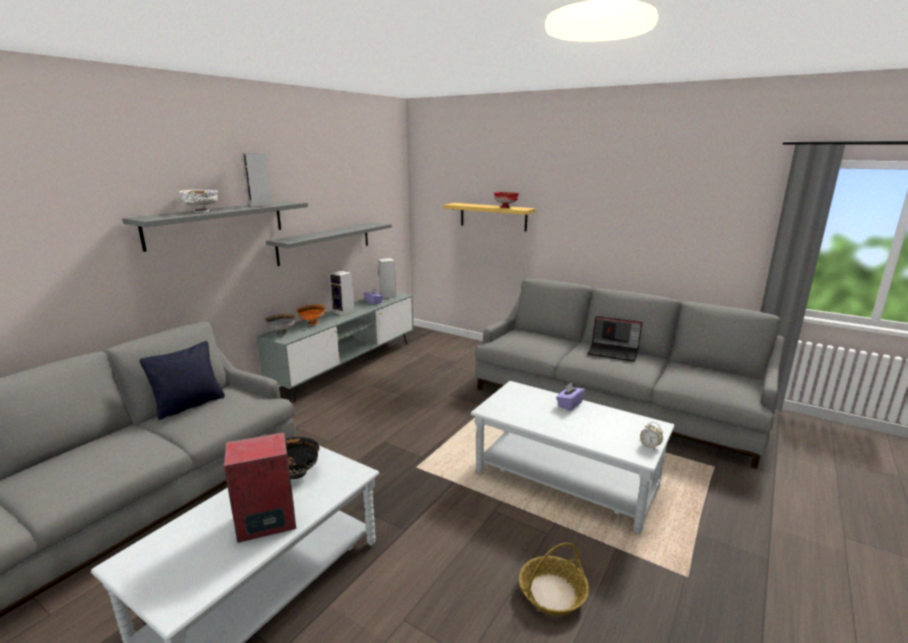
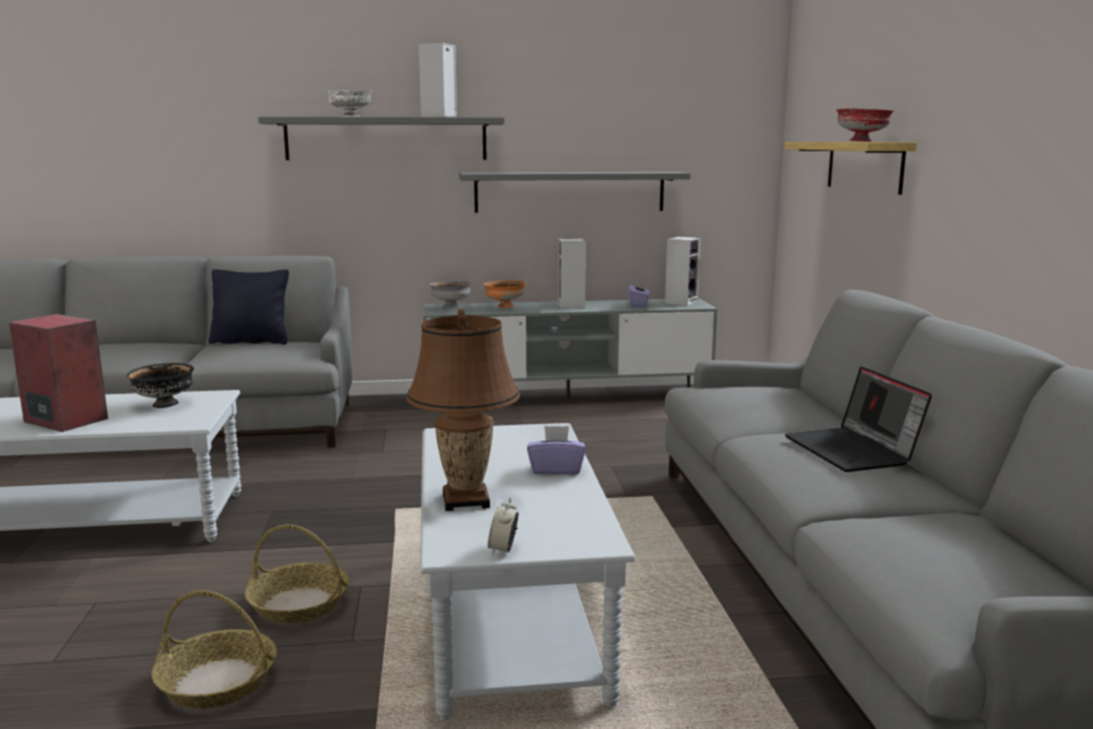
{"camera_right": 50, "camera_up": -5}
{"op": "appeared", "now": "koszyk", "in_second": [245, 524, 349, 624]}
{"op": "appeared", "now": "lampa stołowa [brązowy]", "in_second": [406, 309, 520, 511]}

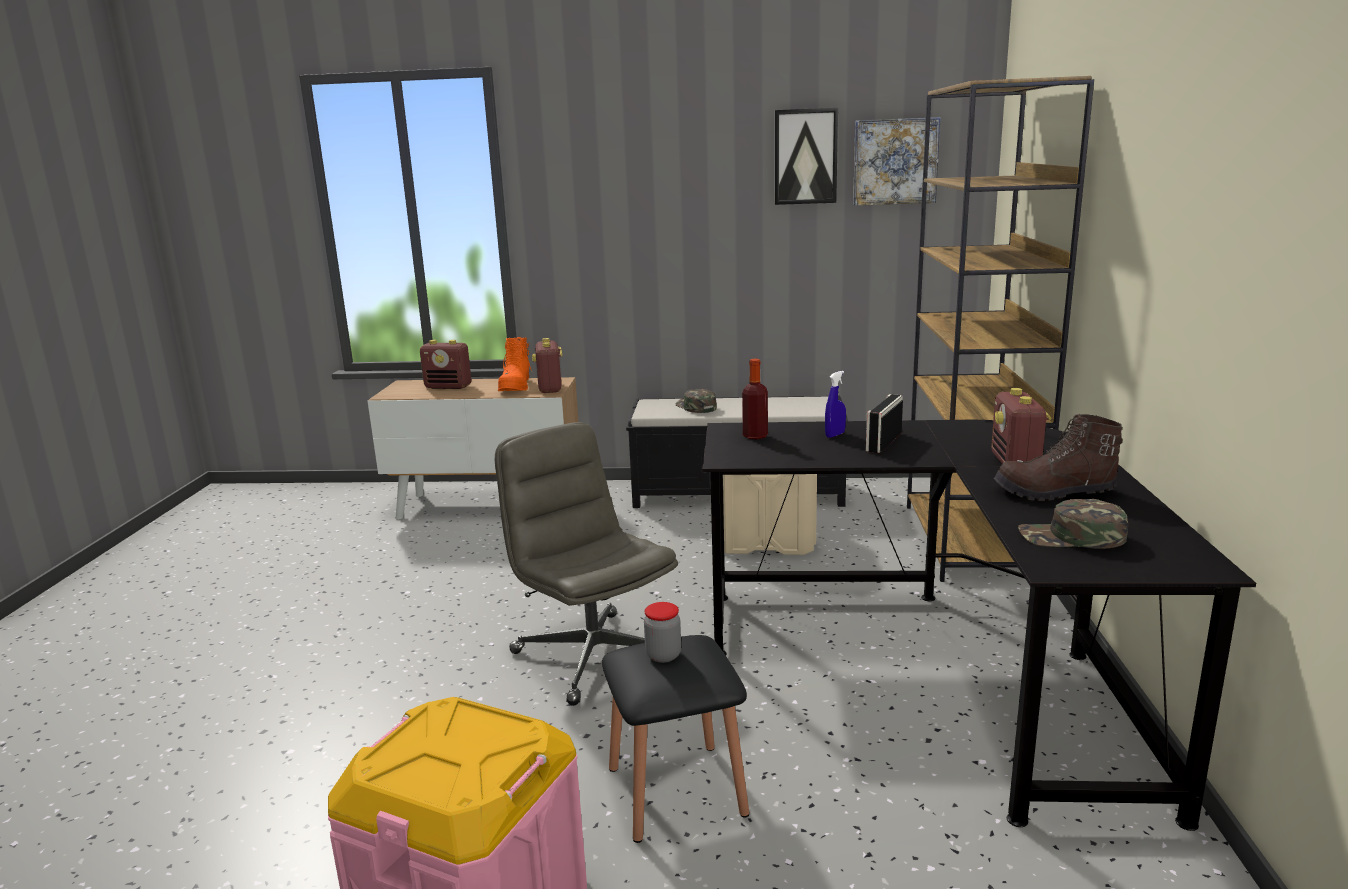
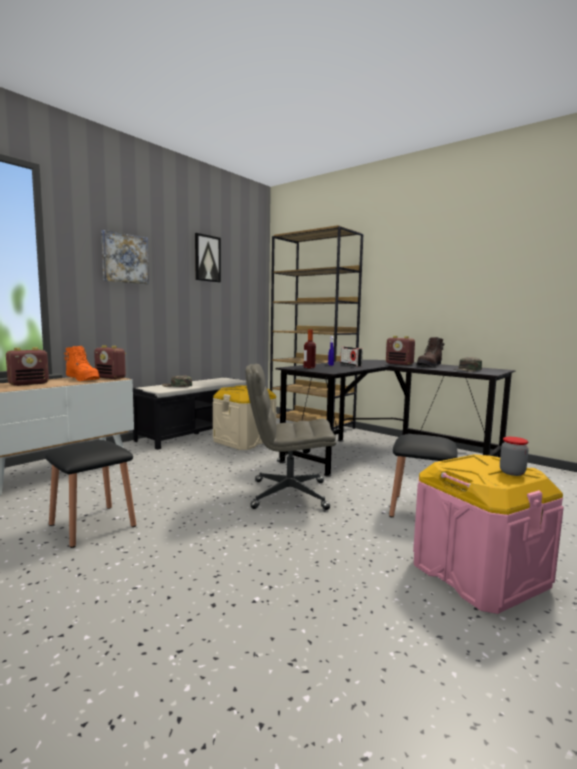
{"camera_right": -55, "camera_up": -10}
{"op": "relocated", "was": "słoik", "in_first": [644, 602, 681, 663], "in_second": [500, 437, 529, 476]}
{"op": "relocated", "was": "obraz", "in_first": [853, 117, 941, 205], "in_second": [101, 230, 149, 285]}
{"op": "appeared", "now": "stołek [czarny]", "in_second": [45, 440, 136, 548]}

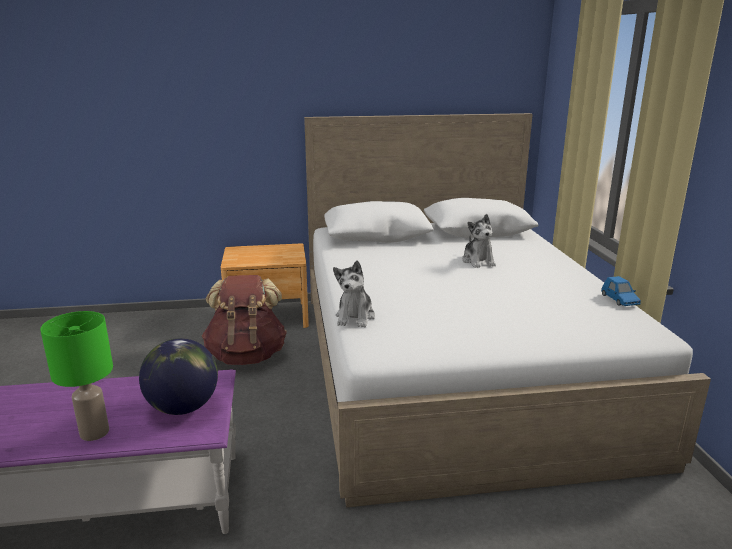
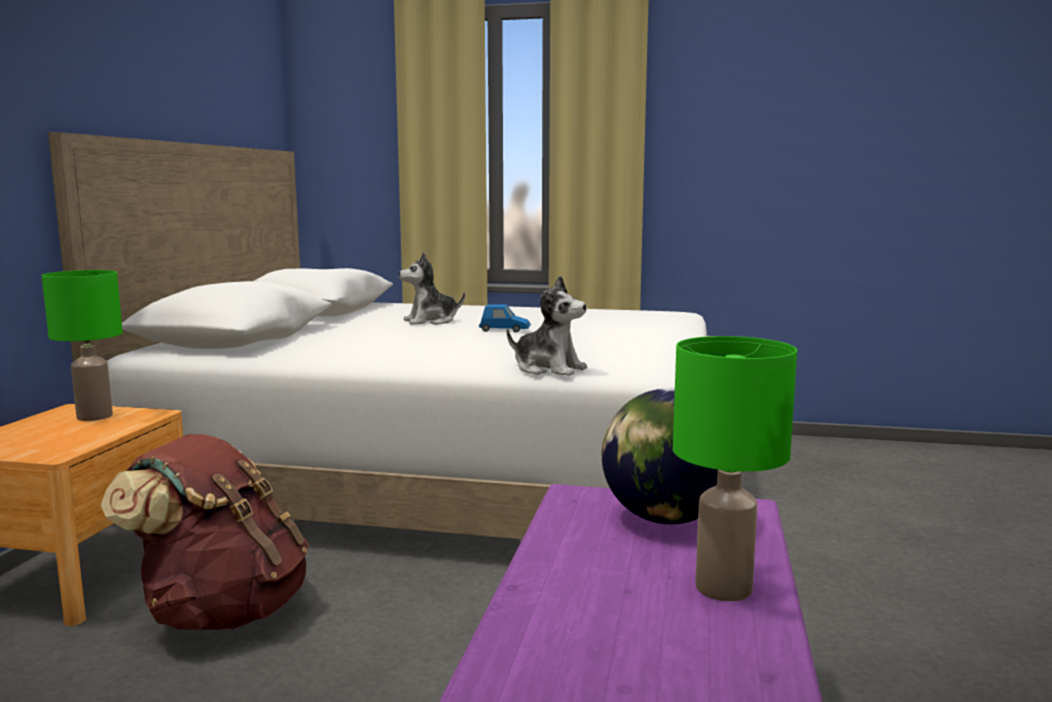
{"camera_right": -70, "camera_up": -10}
{"op": "spun", "was": "pluszak", "in_first": [462, 214, 496, 268], "in_second": [399, 252, 465, 325], "clockwise": 150}
{"op": "relocated", "was": "samochodzik [niebieski]", "in_first": [601, 276, 641, 306], "in_second": [479, 304, 531, 332]}
{"op": "appeared", "now": "lampa stołowa [zielony]", "in_second": [42, 270, 123, 421]}

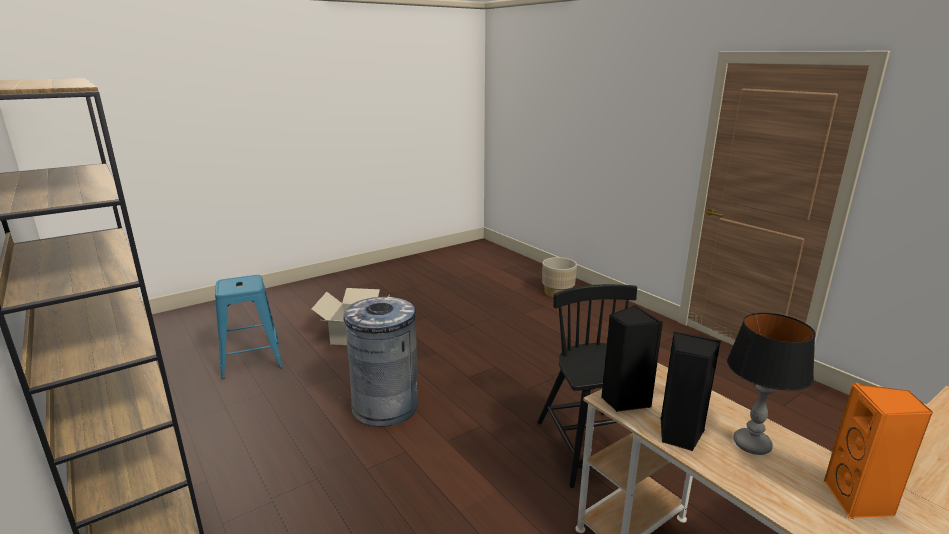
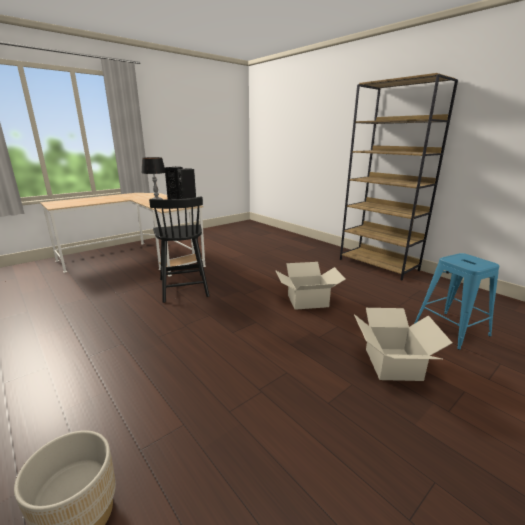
{"camera_right": 175, "camera_up": 0}
{"op": "exchanged", "was": "kosz na śmieci [szary]", "now": "karton", "in_first": [344, 297, 418, 427], "in_second": [275, 262, 346, 310]}
{"op": "missing", "was": "głośnik [pomarańczowy]", "in_first": [824, 383, 933, 519]}

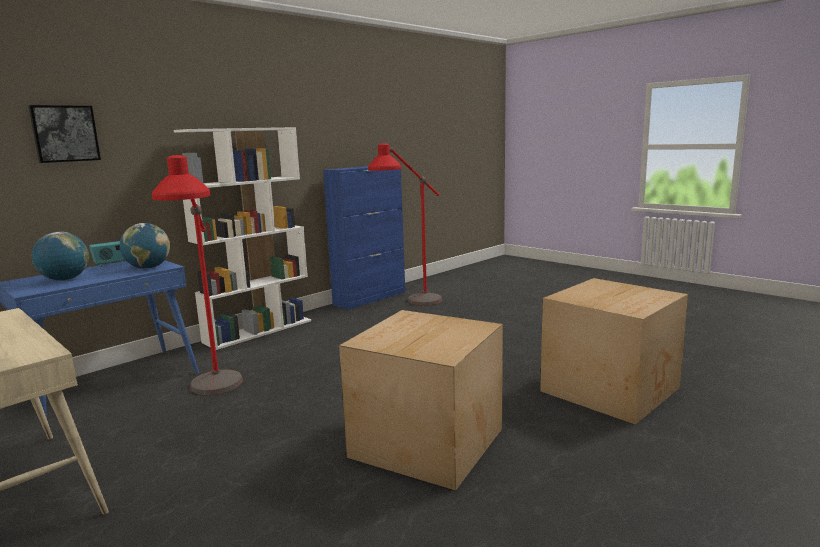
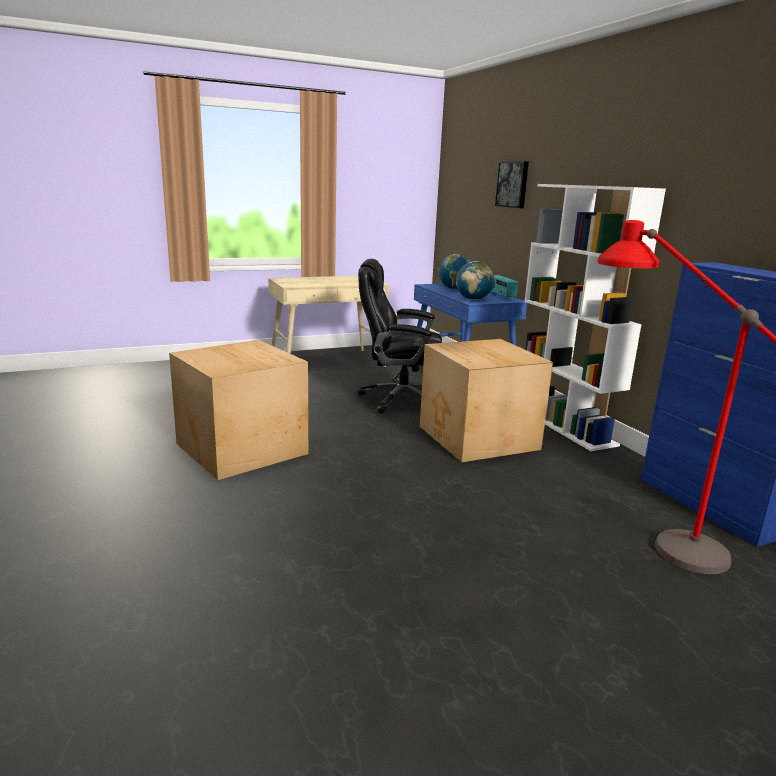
{"camera_right": 110, "camera_up": 5}
{"op": "exchanged", "was": "lampa stojąca [czerwony]", "now": "krzesło biurowe [czarny]", "in_first": [152, 155, 243, 395], "in_second": [358, 259, 442, 413]}
{"op": "relocated", "was": "karton", "in_first": [540, 278, 688, 425], "in_second": [420, 339, 553, 462]}

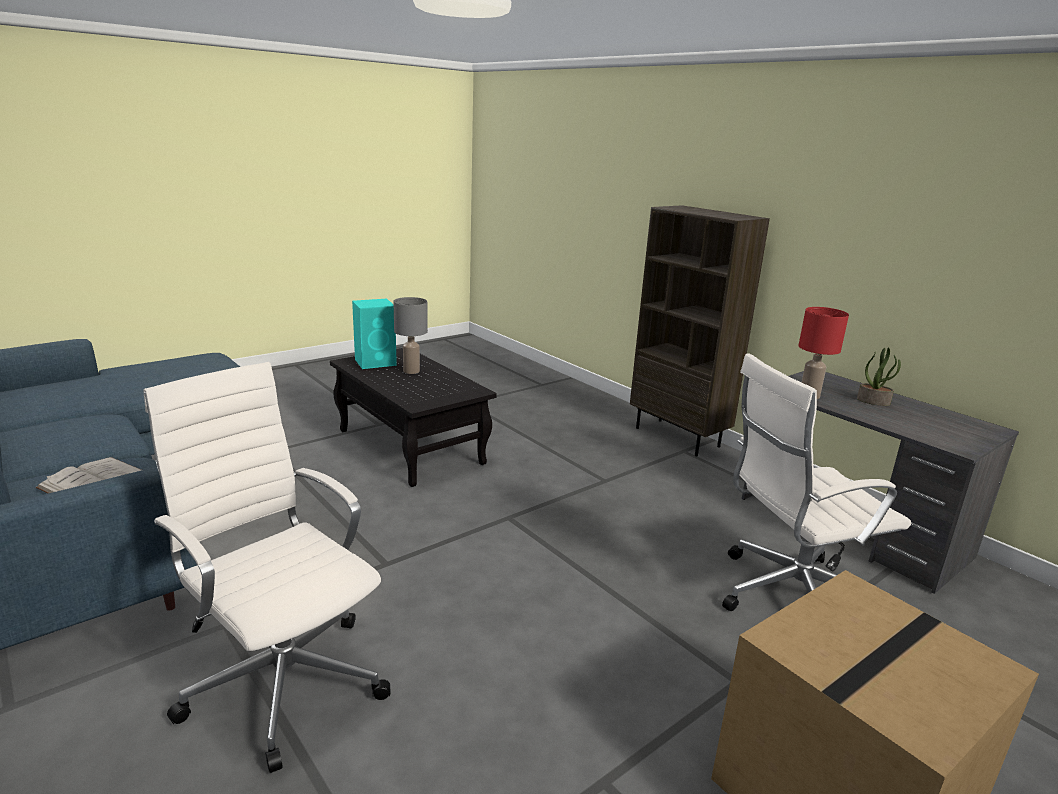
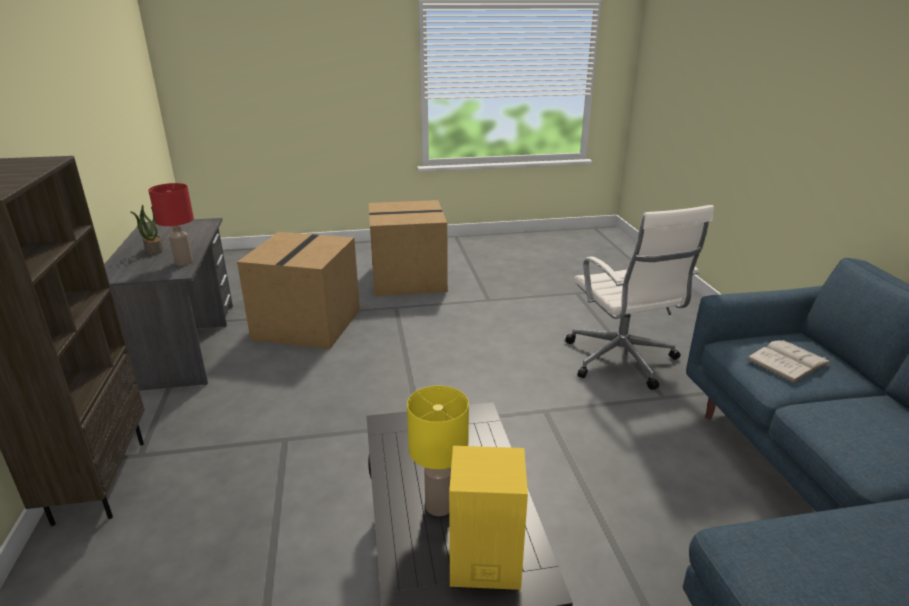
{"camera_right": -150, "camera_up": 5}
{"op": "colour", "was": "głośnik [turkusowy]", "now": "głośnik [żółty]", "in_first": [352, 299, 397, 369], "in_second": [449, 446, 528, 590]}
{"op": "colour", "was": "lampa stołowa [szary]", "now": "lampa stołowa [żółty]", "in_first": [393, 297, 428, 374], "in_second": [407, 386, 469, 516]}
{"op": "exchanged", "was": "krzesło biurowe [biały]", "now": "karton", "in_first": [722, 353, 911, 611], "in_second": [237, 232, 360, 349]}

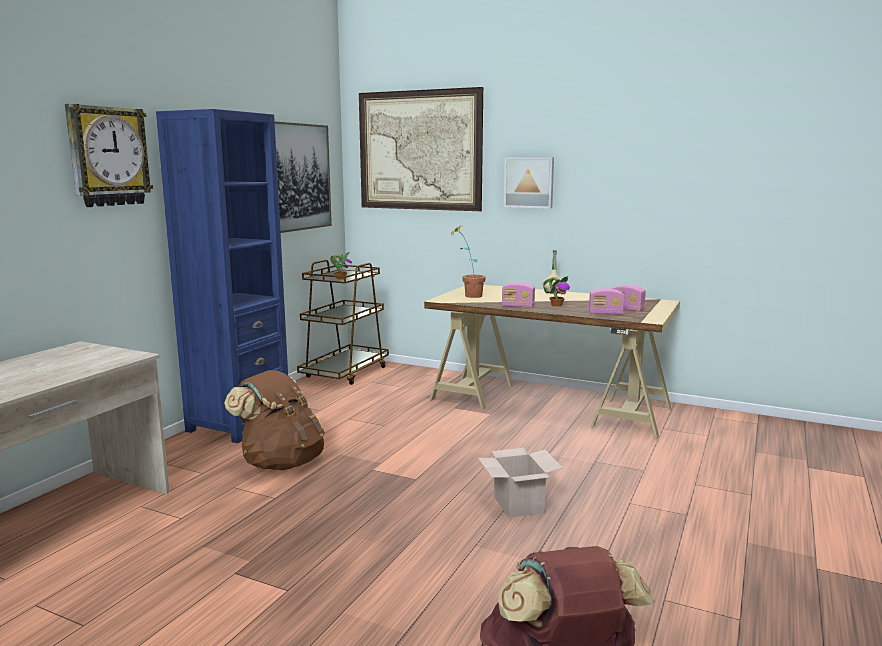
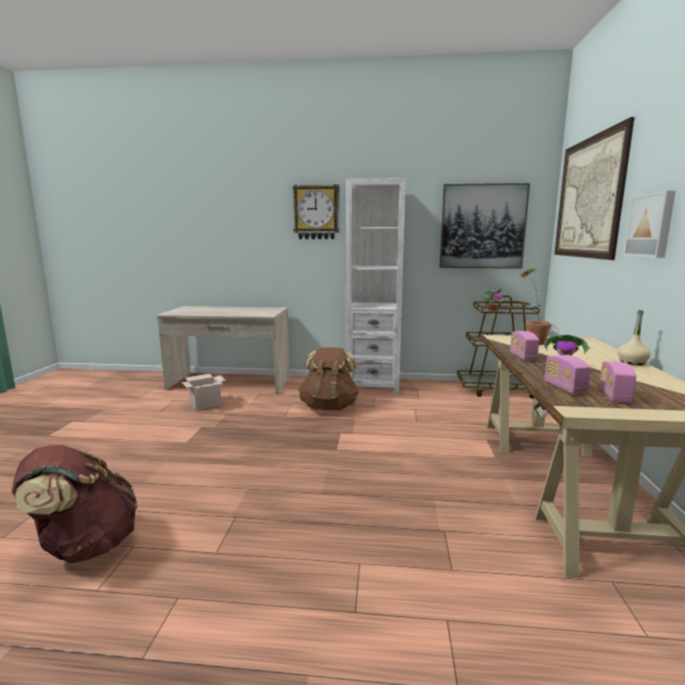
{"camera_right": 70, "camera_up": 0}
{"op": "colour", "was": "regał [niebieski]", "now": "regał [biały]", "in_first": [156, 109, 288, 443], "in_second": [346, 178, 406, 394]}
{"op": "relocated", "was": "karton", "in_first": [478, 448, 563, 518], "in_second": [181, 374, 226, 411]}

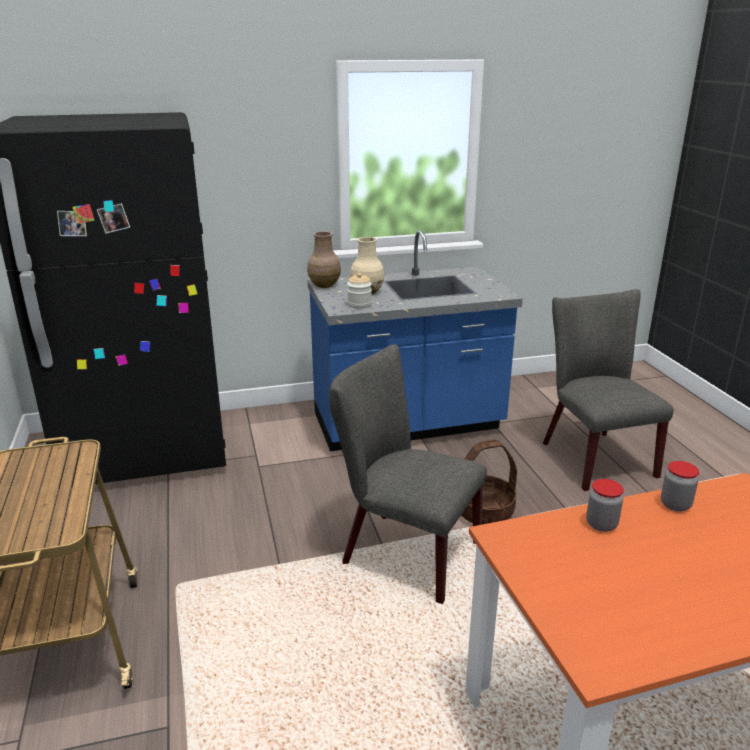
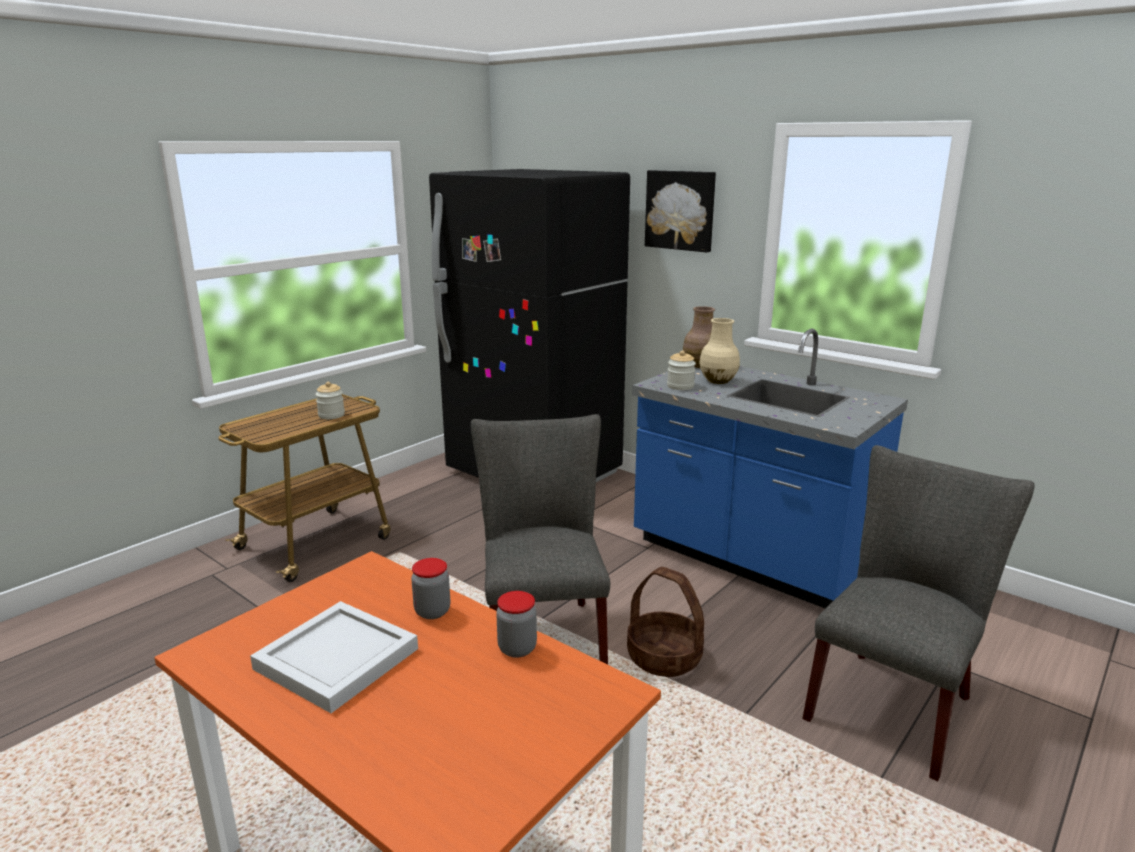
{"camera_right": 55, "camera_up": -5}
{"op": "appeared", "now": "taca [biały]", "in_second": [250, 601, 418, 713]}
{"op": "appeared", "now": "słoik", "in_second": [315, 382, 345, 419]}
{"op": "appeared", "now": "obraz", "in_second": [645, 170, 716, 253]}

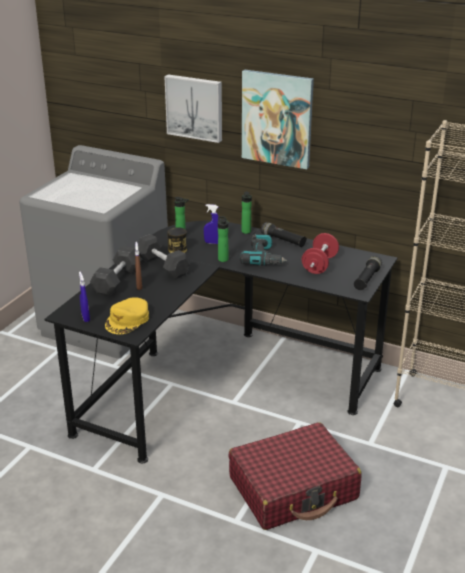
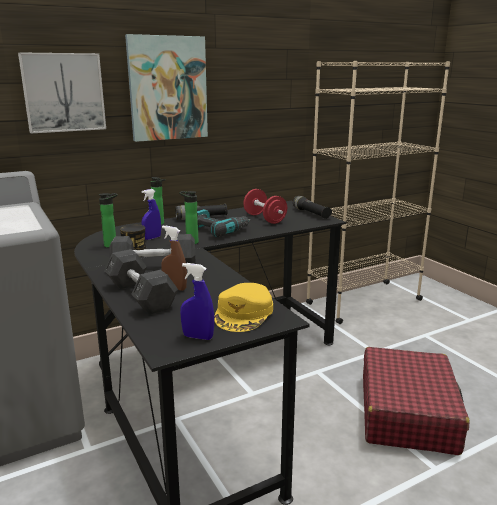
{"camera_right": -55, "camera_up": -10}
{"op": "spun", "was": "czapka z daszkiem [żółty]", "in_first": [105, 297, 149, 334], "in_second": [214, 283, 273, 332], "clockwise": 45}

